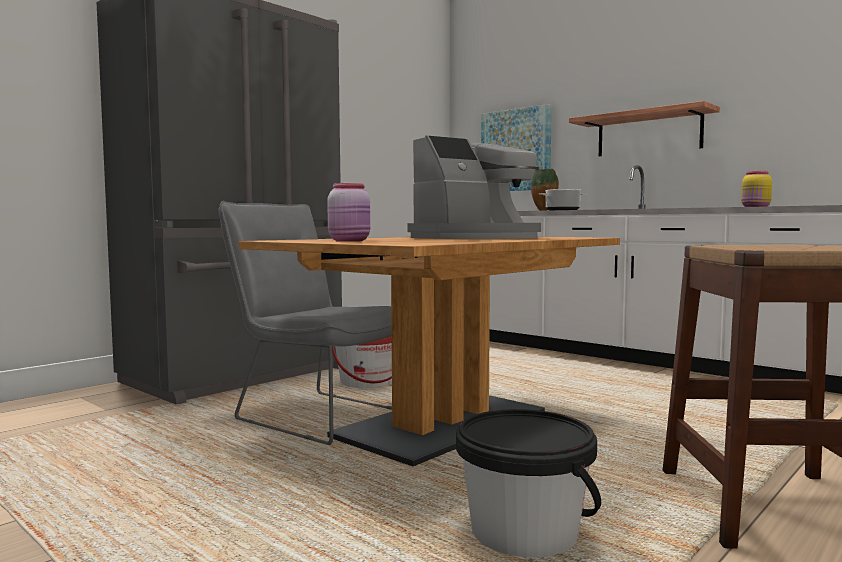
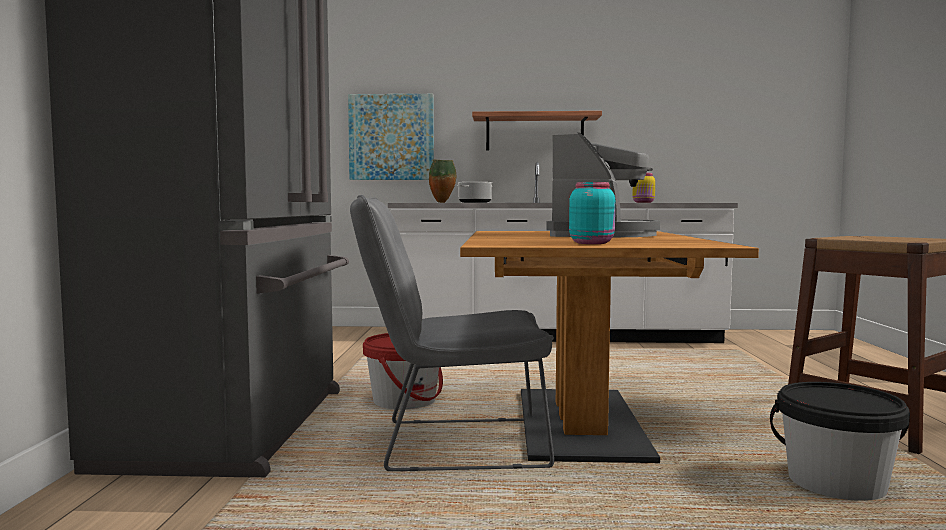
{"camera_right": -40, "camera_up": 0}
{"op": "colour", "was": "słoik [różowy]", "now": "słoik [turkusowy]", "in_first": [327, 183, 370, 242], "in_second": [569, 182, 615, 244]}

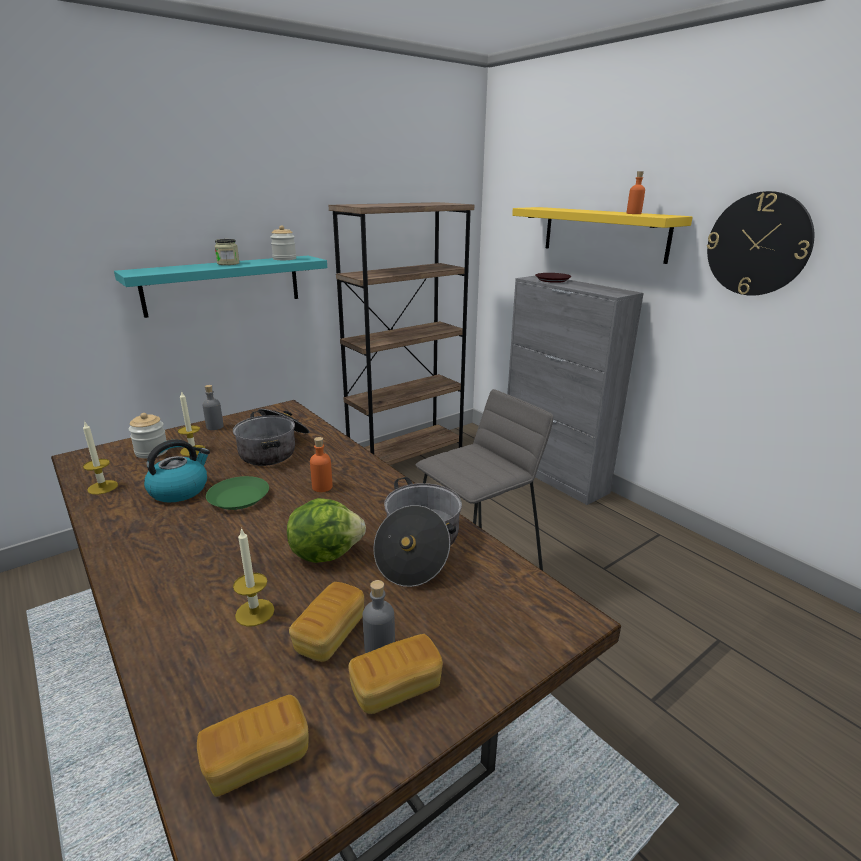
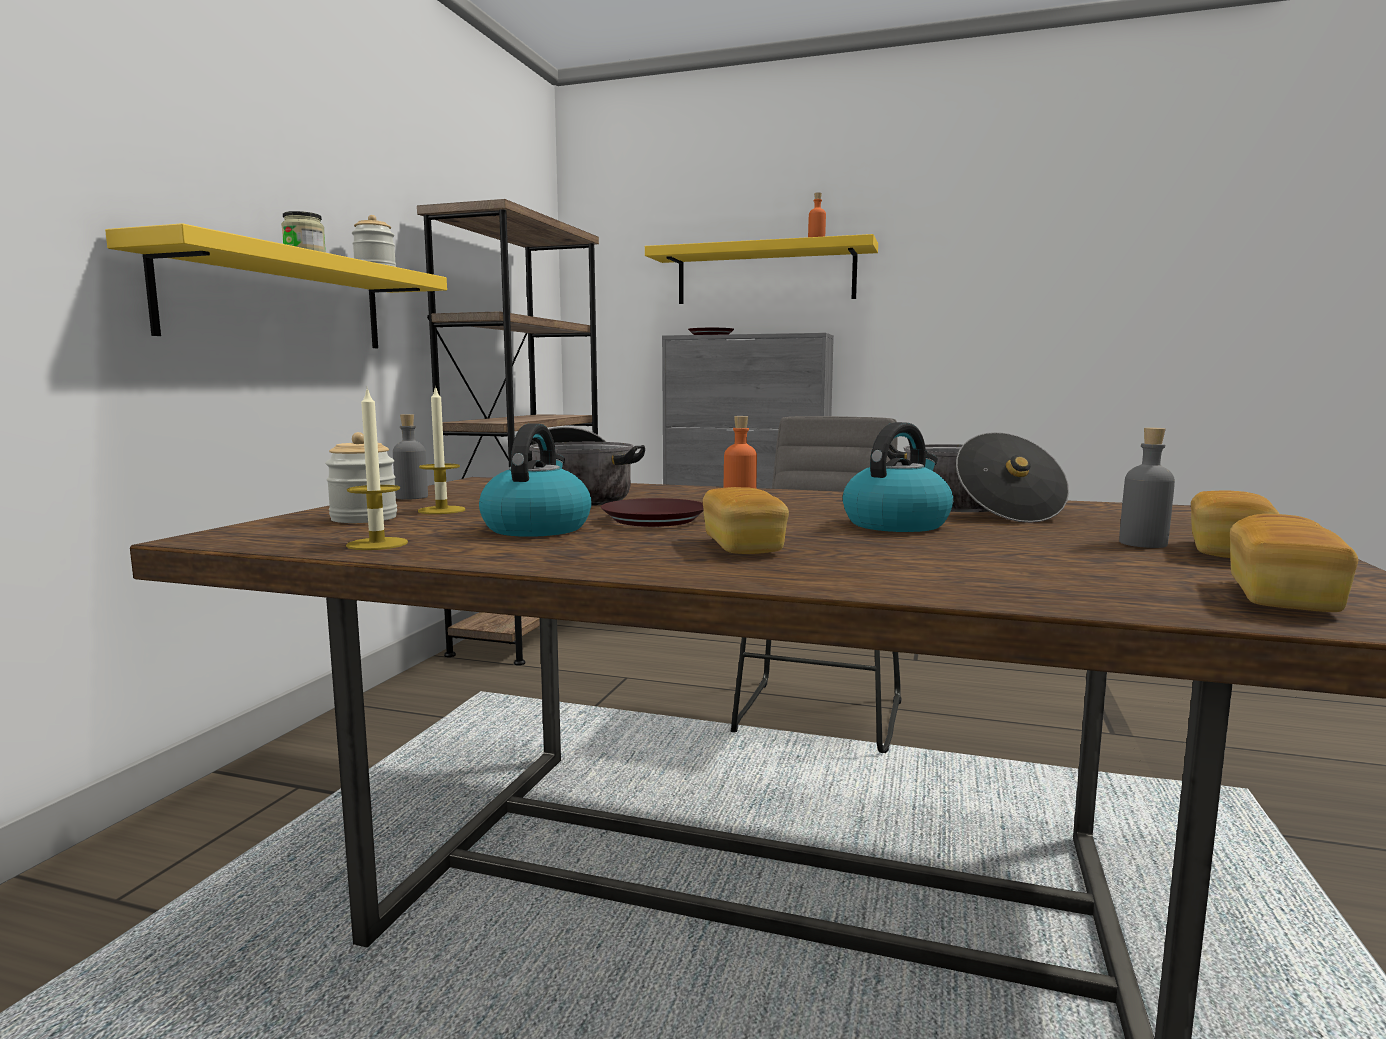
{"camera_right": -35, "camera_up": -15}
{"op": "colour", "was": "półka [turkusowy]", "now": "półka [żółty]", "in_first": [114, 256, 327, 318], "in_second": [105, 223, 447, 348]}
{"op": "colour", "was": "talerz [zielony]", "now": "talerz [brązowy]", "in_first": [206, 476, 269, 510], "in_second": [601, 498, 704, 527]}
{"op": "missing", "was": "świeca", "in_first": [233, 528, 274, 627]}
{"op": "exchanged", "was": "sałata", "now": "czajnik", "in_first": [287, 498, 366, 563], "in_second": [843, 422, 953, 532]}
{"op": "relocated", "was": "chleb", "in_first": [289, 582, 364, 662], "in_second": [703, 487, 789, 554]}
{"op": "missing", "was": "zegar ścienny", "in_first": [707, 191, 814, 296]}

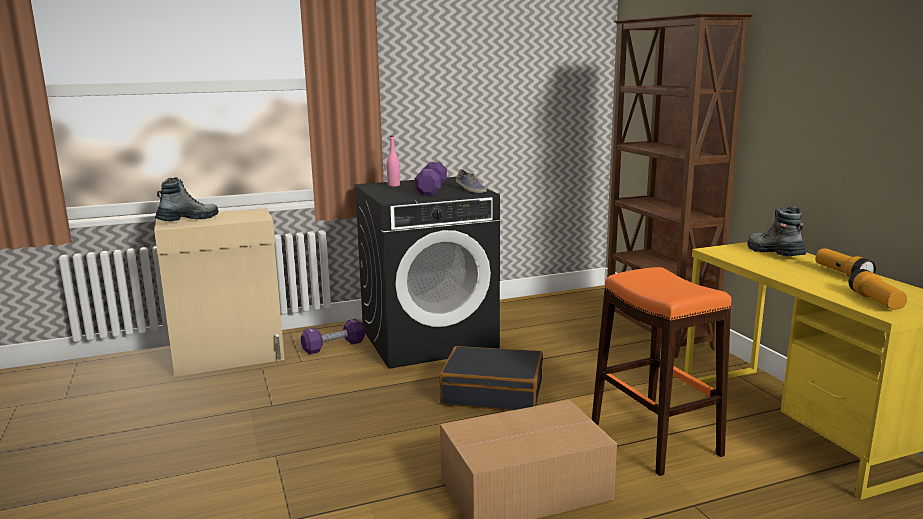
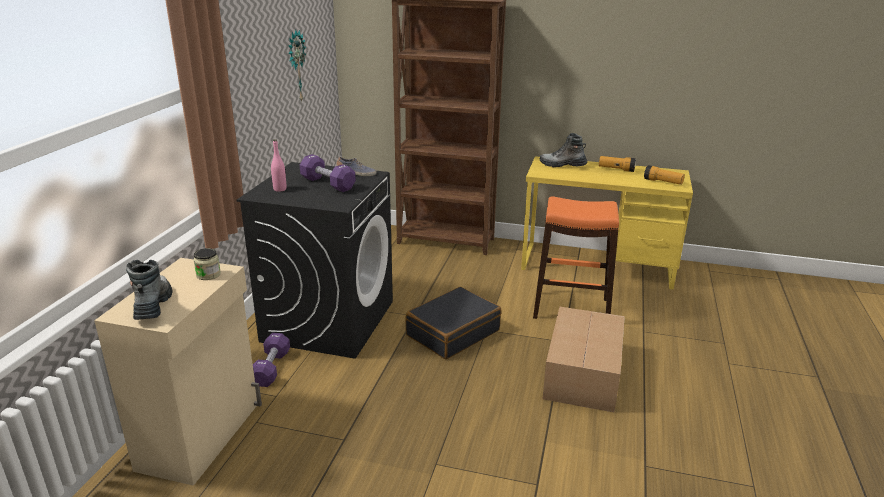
{"camera_right": -55, "camera_up": 10}
{"op": "appeared", "now": "słoik", "in_second": [193, 248, 221, 280]}
{"op": "appeared", "now": "zegar ścienny", "in_second": [288, 30, 306, 103]}

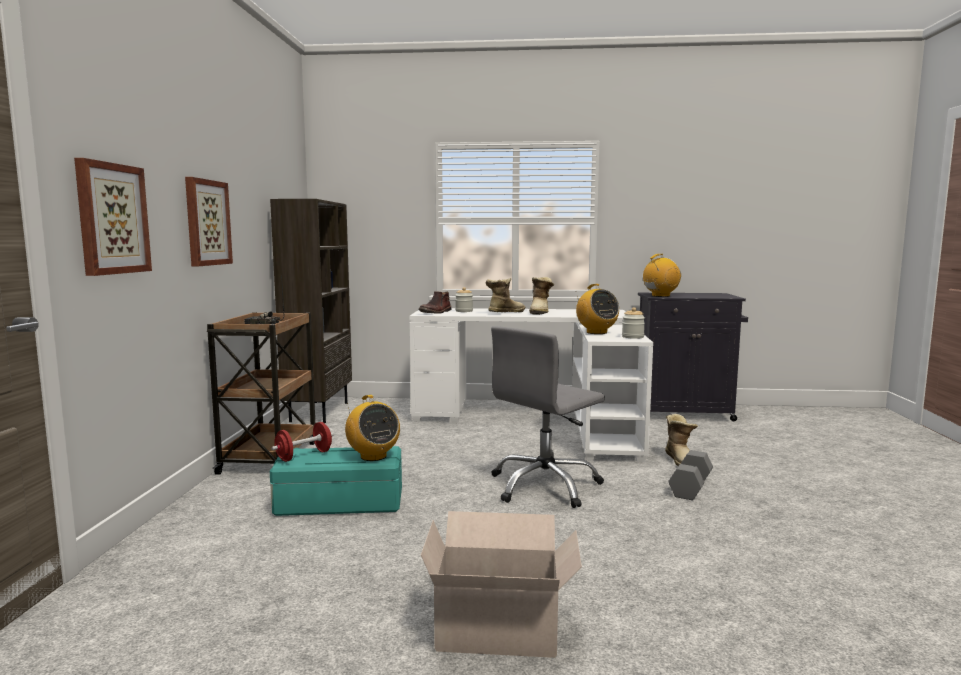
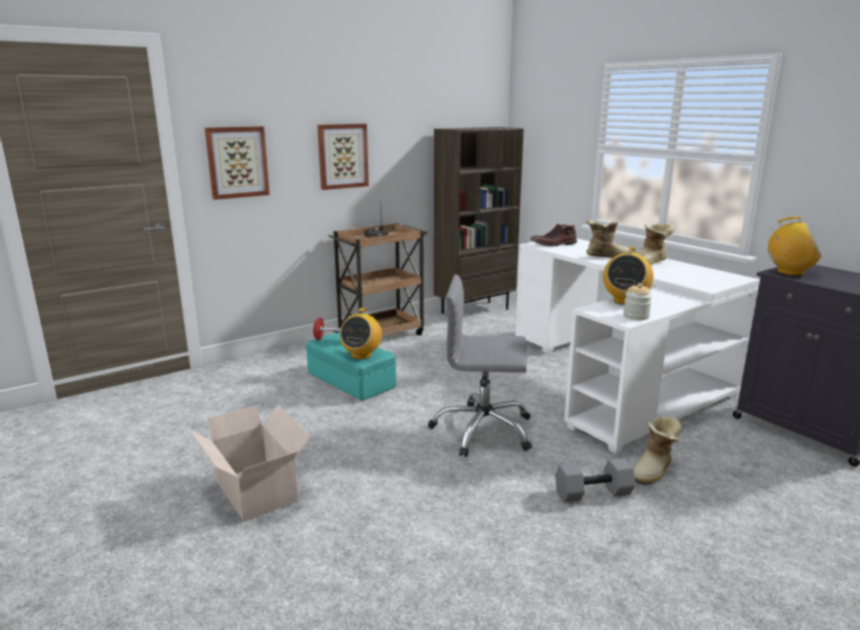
{"camera_right": 50, "camera_up": 10}
{"op": "missing", "was": "słoik", "in_first": [455, 287, 473, 312]}

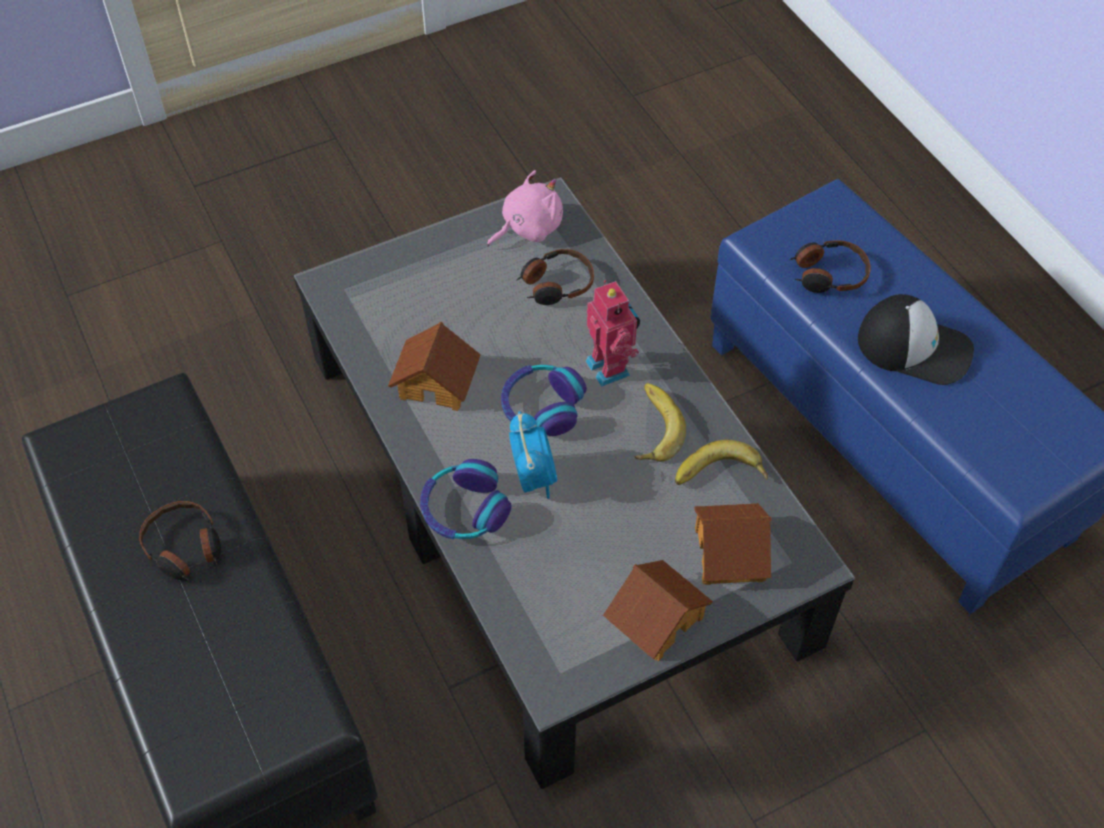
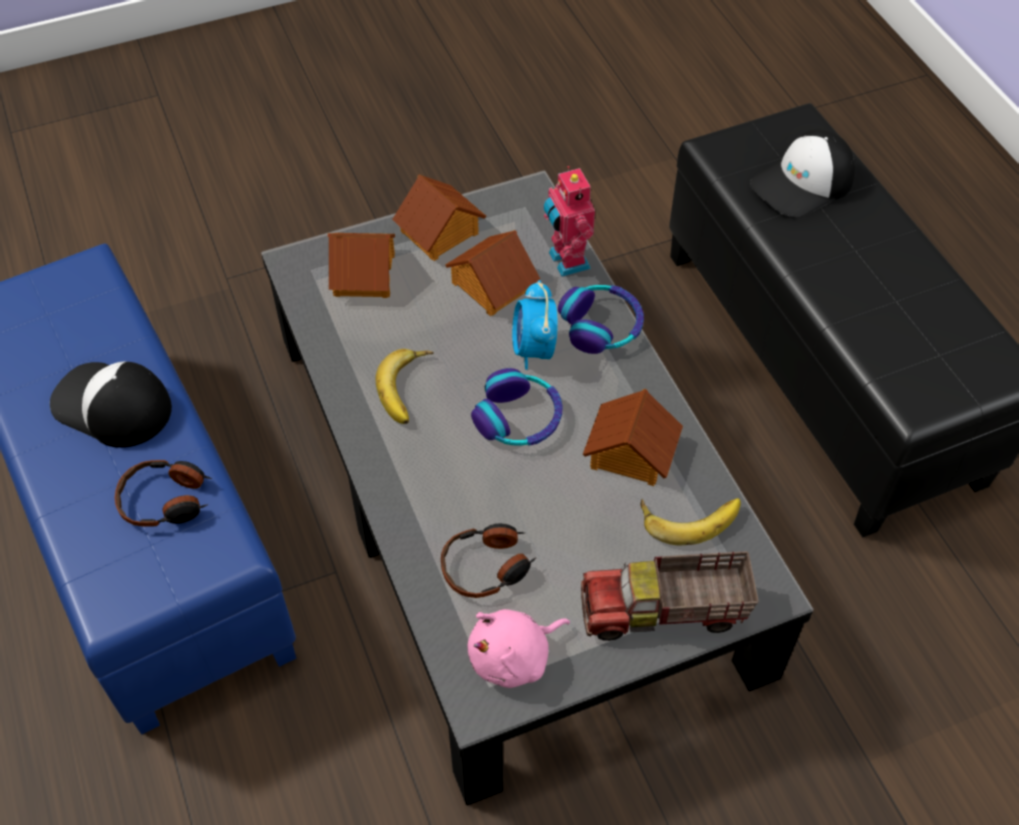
{"camera_right": -175, "camera_up": 0}
{"op": "missing", "was": "słuchawki", "in_first": [139, 501, 221, 581]}
{"op": "relocated", "was": "robot zabawkowy", "in_first": [586, 280, 640, 387], "in_second": [544, 166, 595, 277]}
{"op": "relocated", "was": "banan", "in_first": [675, 440, 768, 485], "in_second": [641, 498, 741, 545]}
{"op": "appeared", "now": "domek", "in_second": [445, 230, 540, 316]}
{"op": "appeared", "now": "ciężarówka zabawkowa", "in_second": [581, 551, 759, 641]}
{"op": "appeared", "now": "czapka z daszkiem", "in_second": [750, 129, 855, 218]}

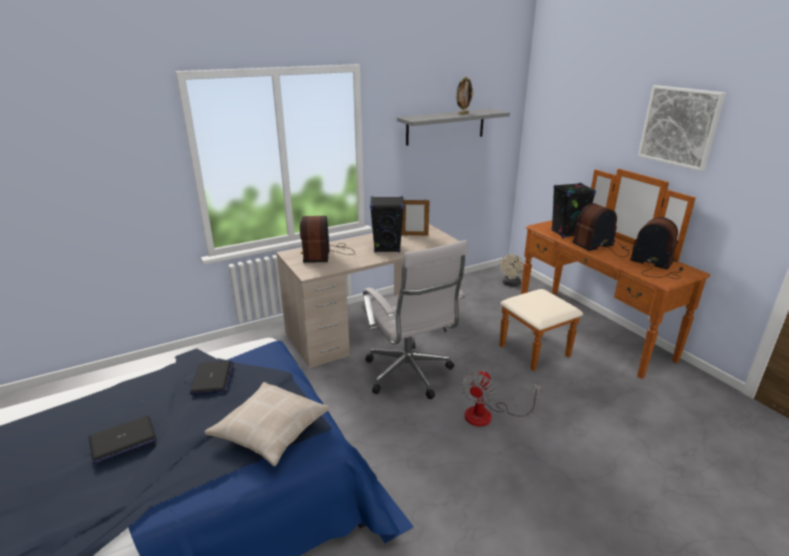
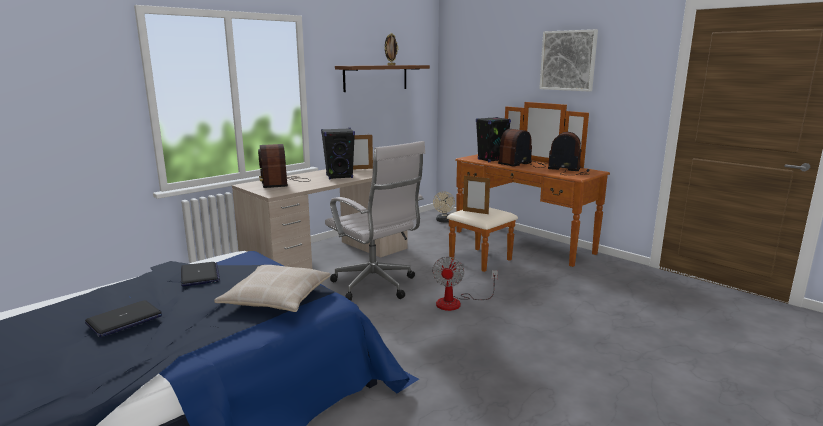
{"camera_right": -15, "camera_up": -10}
{"op": "colour", "was": "półka [szary]", "now": "półka [brązowy]", "in_first": [397, 109, 510, 146], "in_second": [335, 65, 430, 92]}
{"op": "appeared", "now": "ramka na zdjęcie", "in_second": [463, 176, 490, 214]}

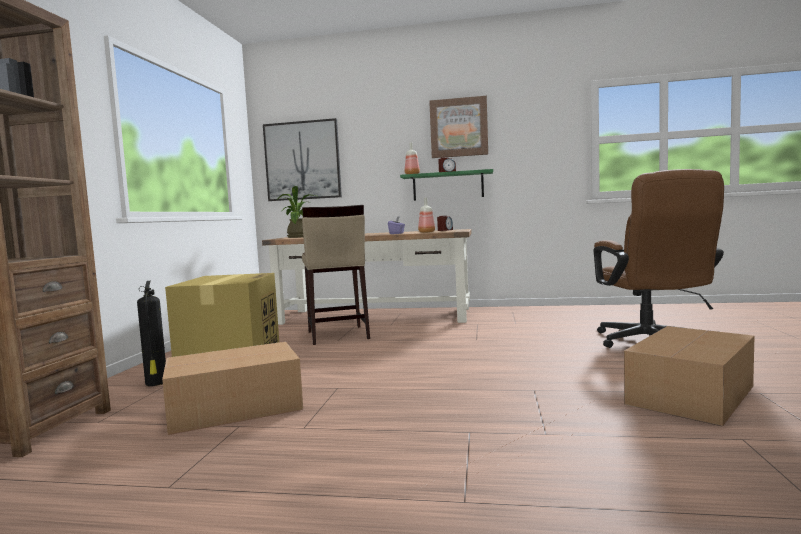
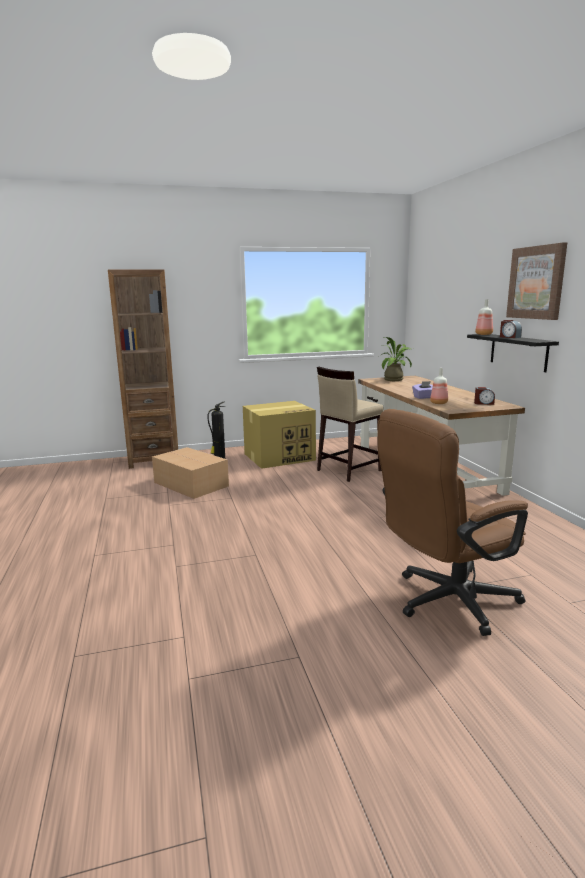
{"camera_right": 65, "camera_up": 10}
{"op": "missing", "was": "obraz", "in_first": [263, 118, 342, 201]}
{"op": "colour", "was": "półka [zielony]", "now": "półka [czarny]", "in_first": [400, 169, 493, 201], "in_second": [467, 334, 559, 372]}
{"op": "missing", "was": "karton", "in_first": [624, 326, 754, 426]}

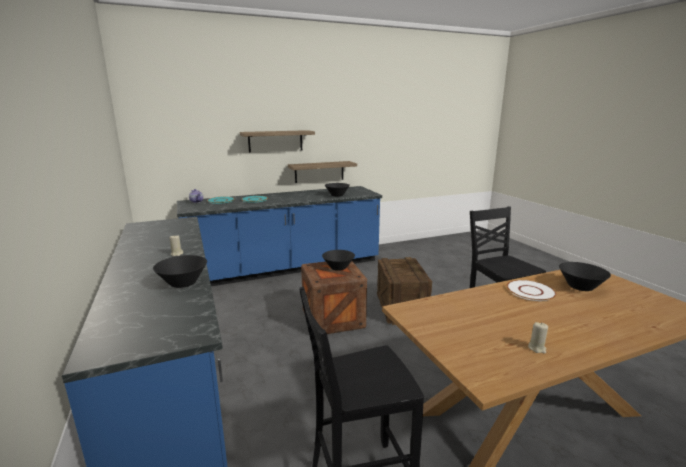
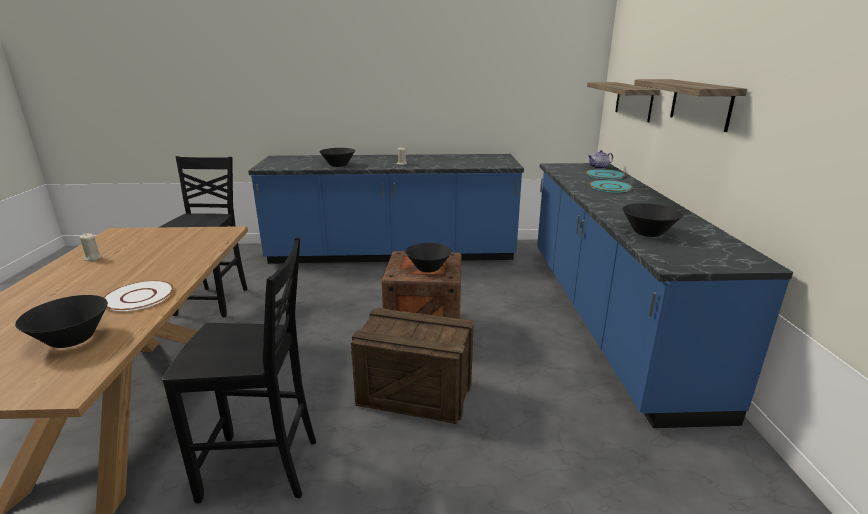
{"camera_right": 110, "camera_up": 5}
{"op": "relocated", "was": "półka", "in_first": [288, 161, 357, 183], "in_second": [587, 82, 660, 122]}

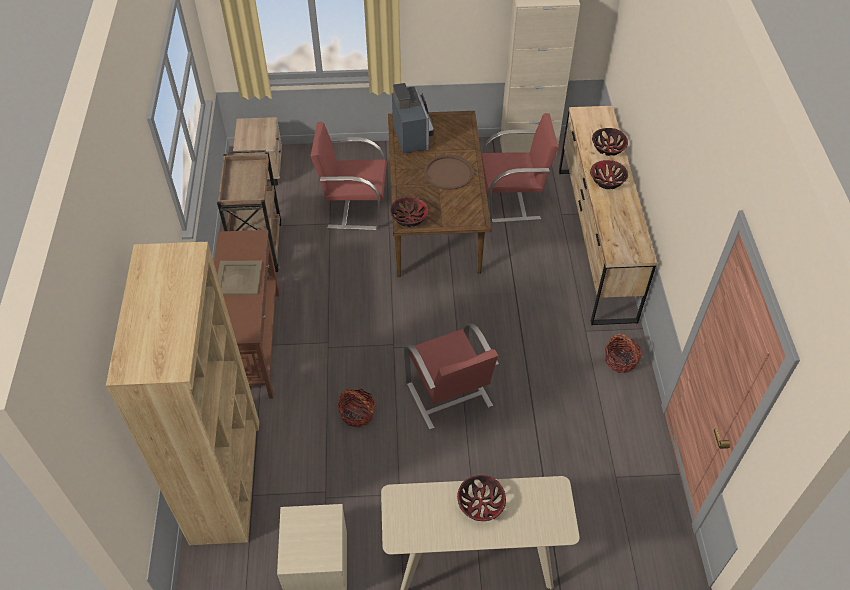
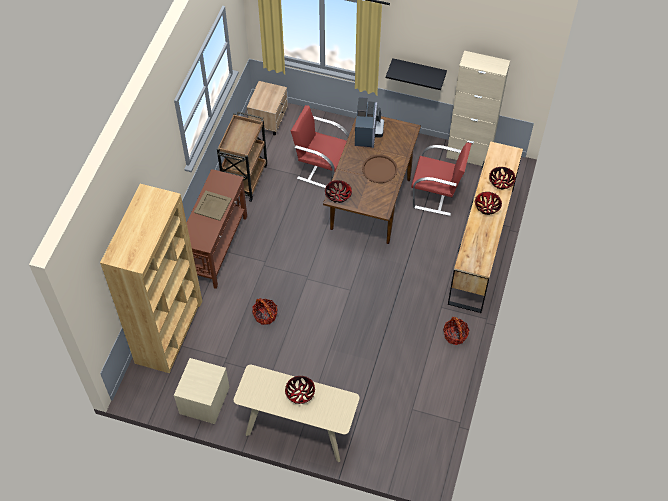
{"camera_right": 20, "camera_up": 5}
{"op": "missing", "was": "krzesło [czerwony]", "in_first": [404, 324, 499, 430]}
{"op": "appeared", "now": "półka [czarny]", "in_second": [386, 58, 447, 90]}

